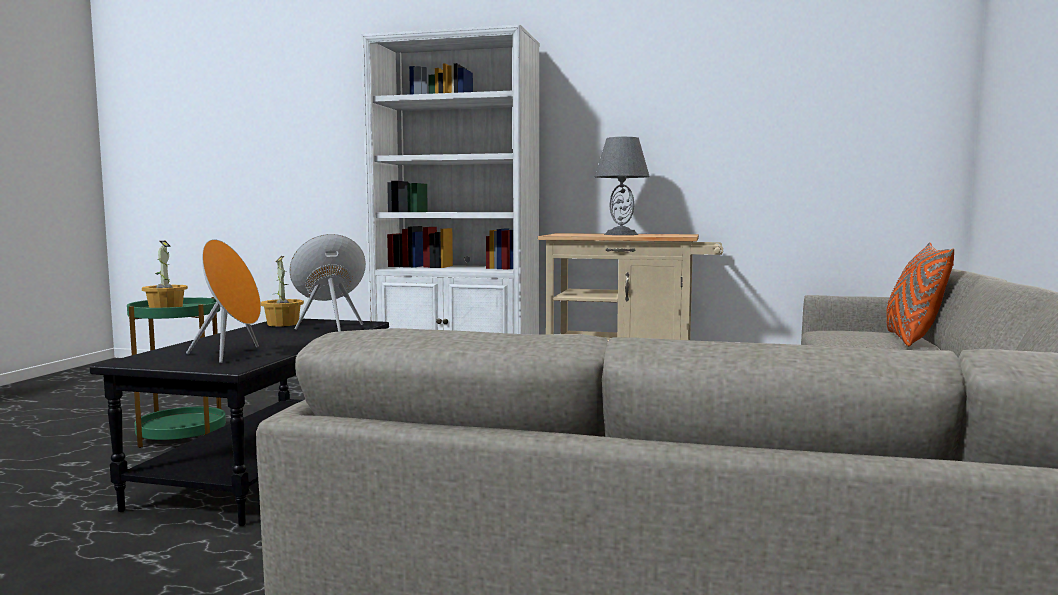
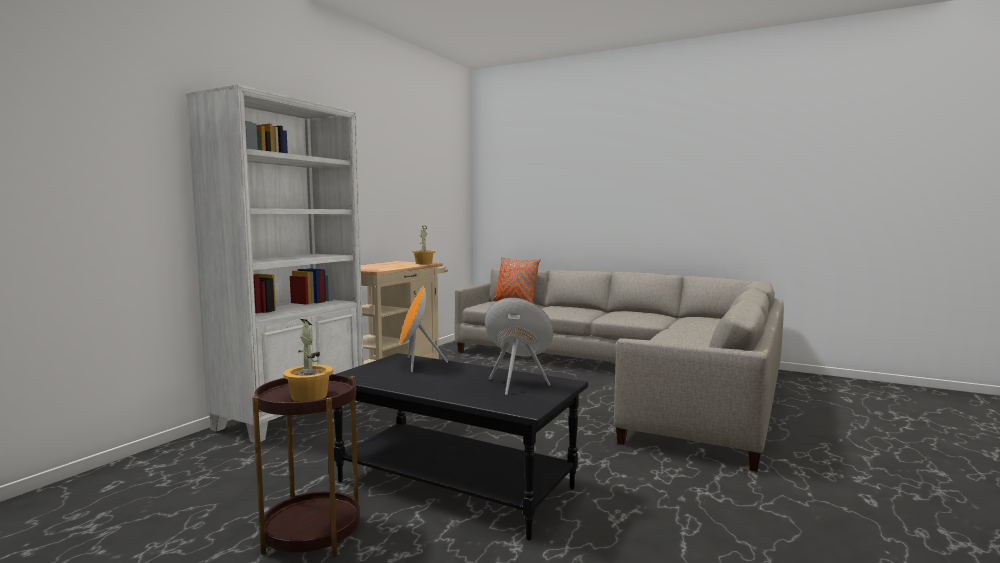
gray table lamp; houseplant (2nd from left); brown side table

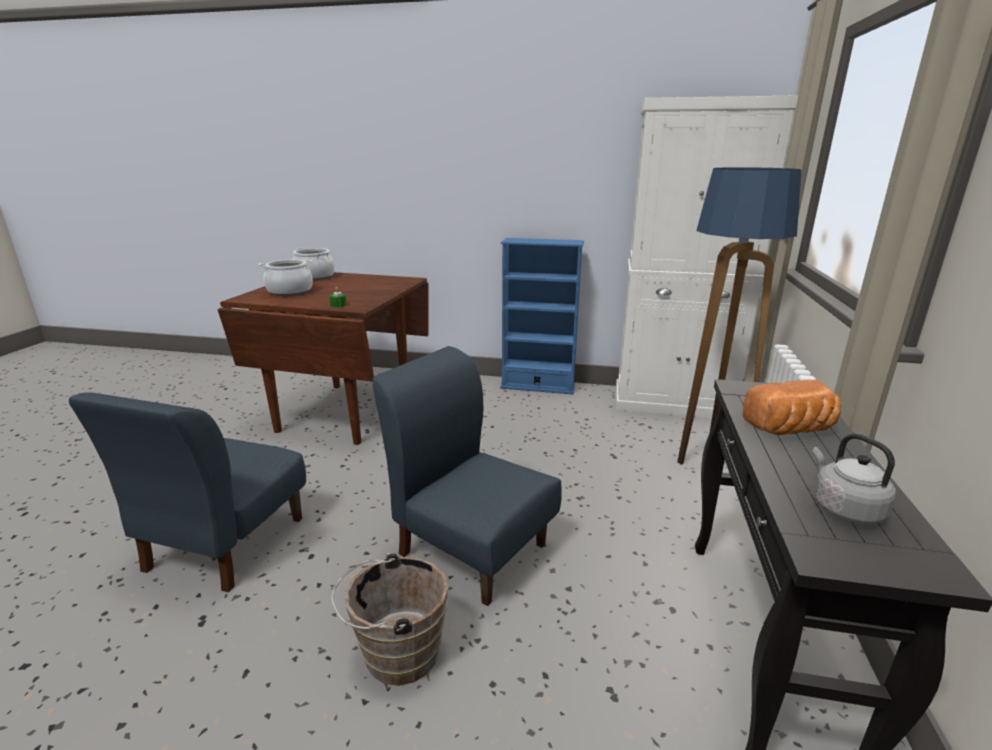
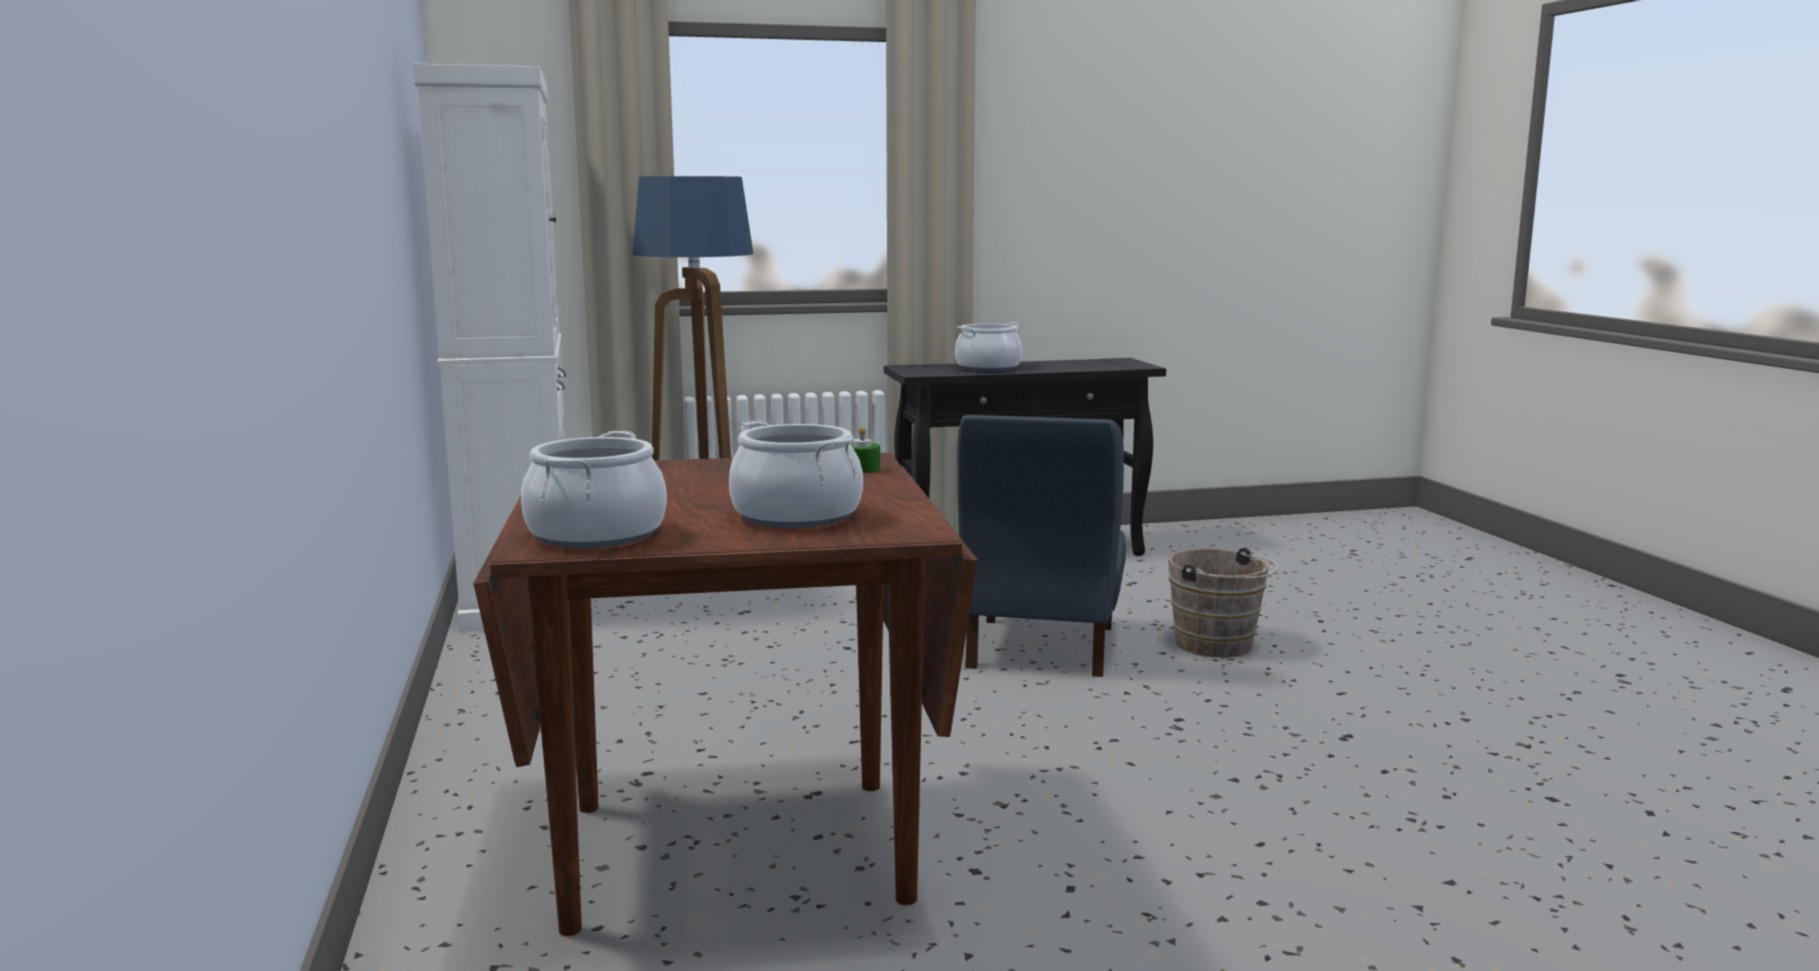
blue bookshelf; stockpot (3rd from left); blue upright chair (1st from left in the first image); gray tea kettle

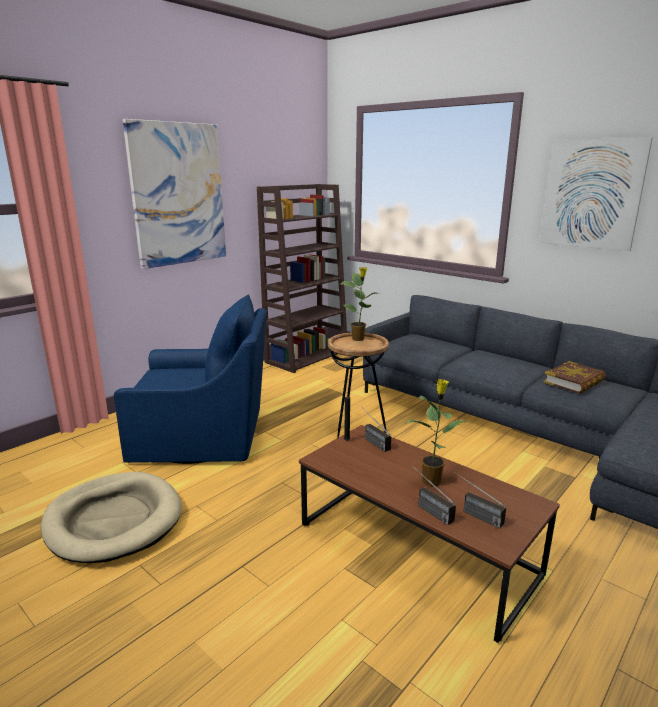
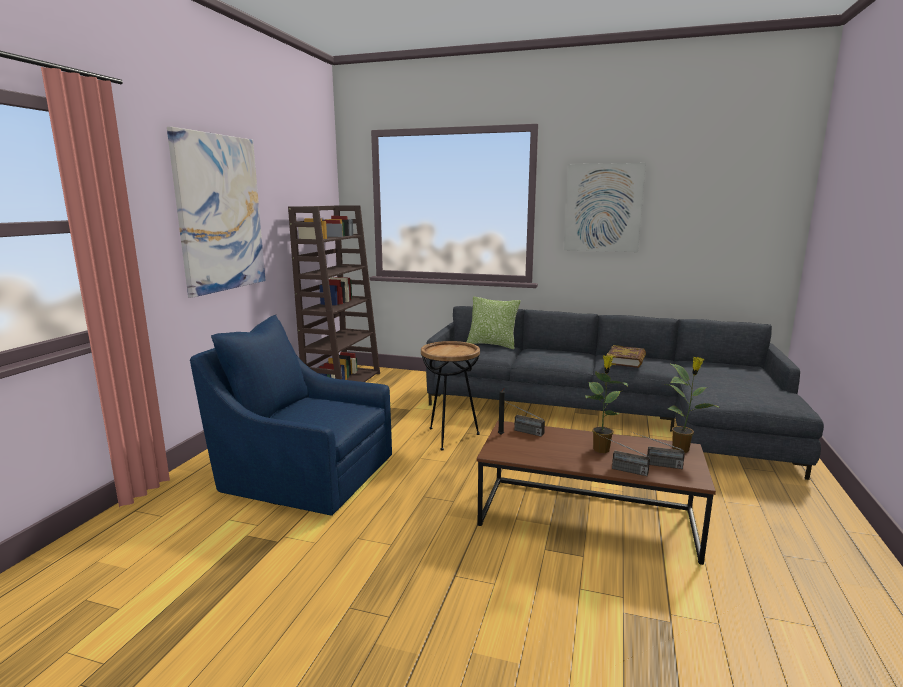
houseplant (2nd from left); blue lounge chair; beige dog bed; cushion

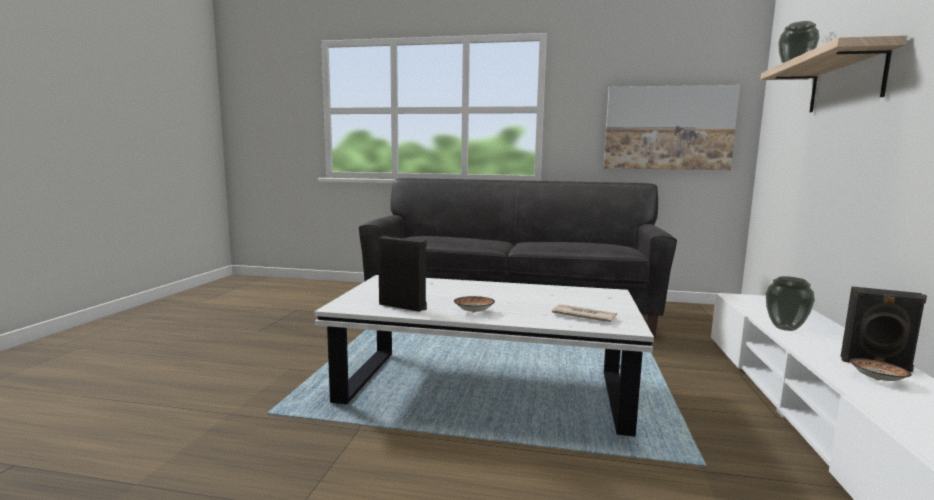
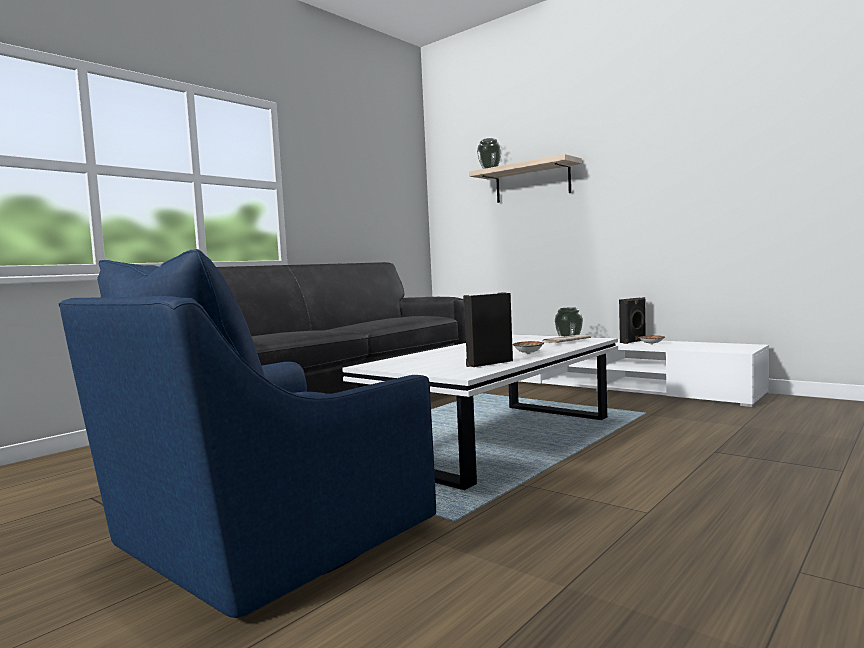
wall picture; blue lounge chair

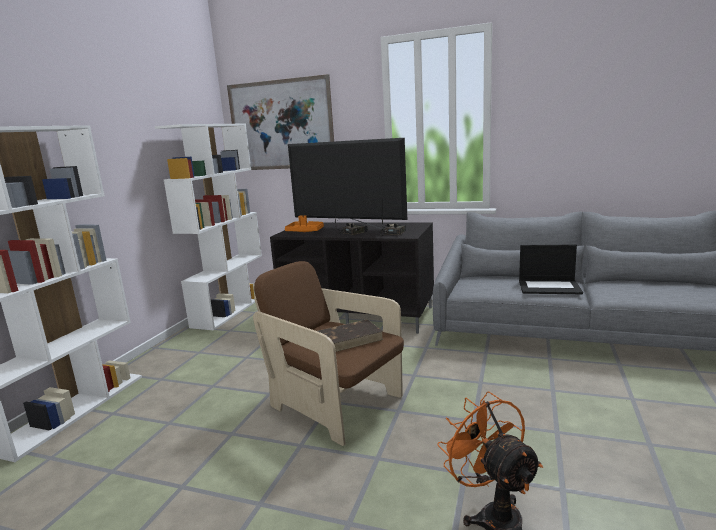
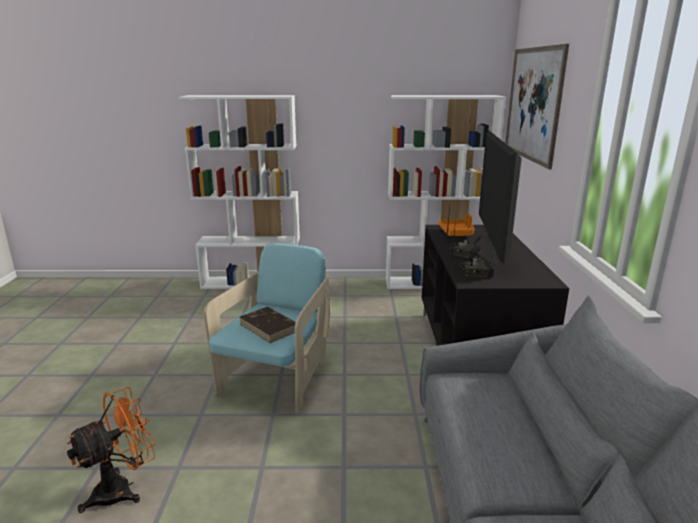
laptop; turquoise lounge chair

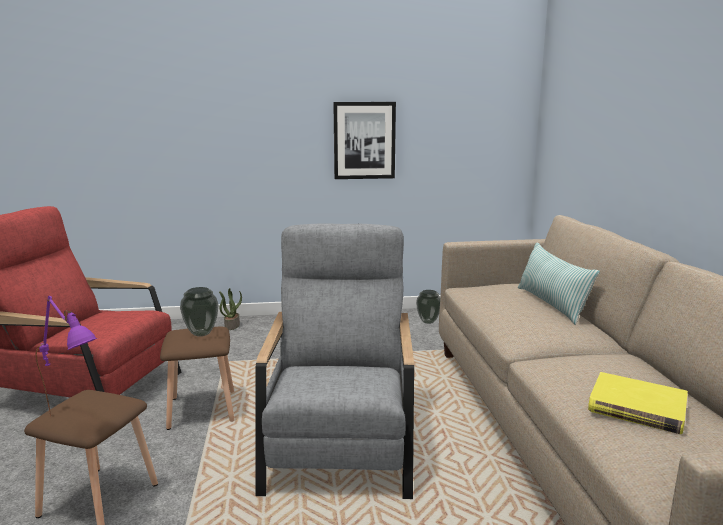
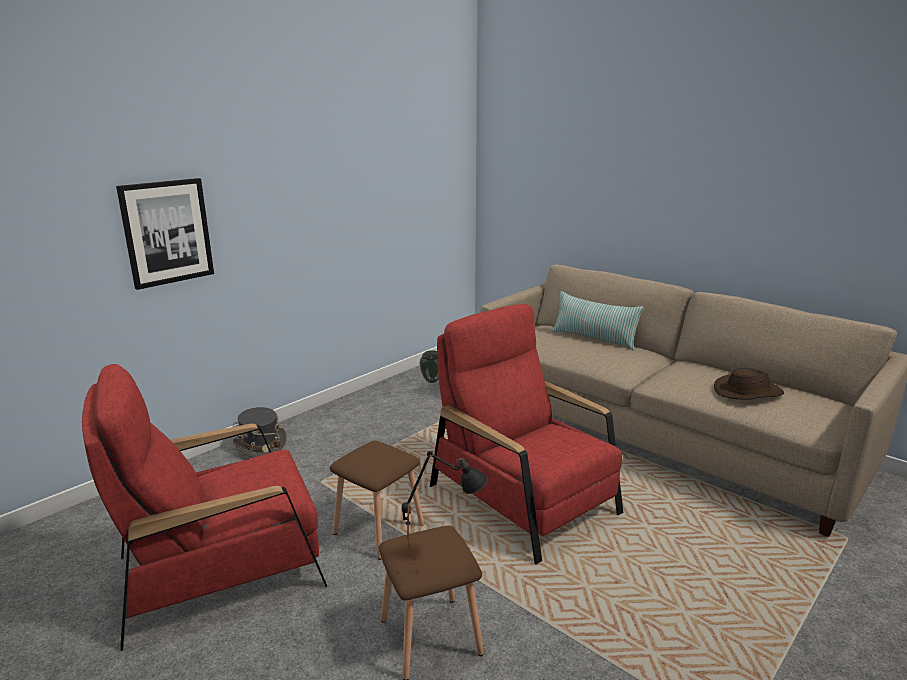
wall picture; red-coloured lounge chair (2nd from left); decorative vase (1st from left in the first image); gray clothing hat; black-coloured table lamp; brown clothing hat

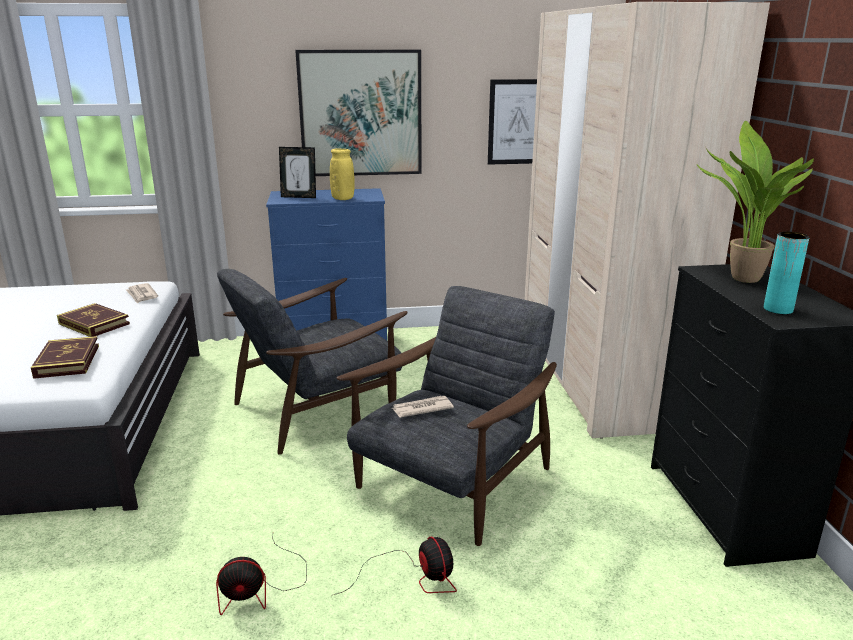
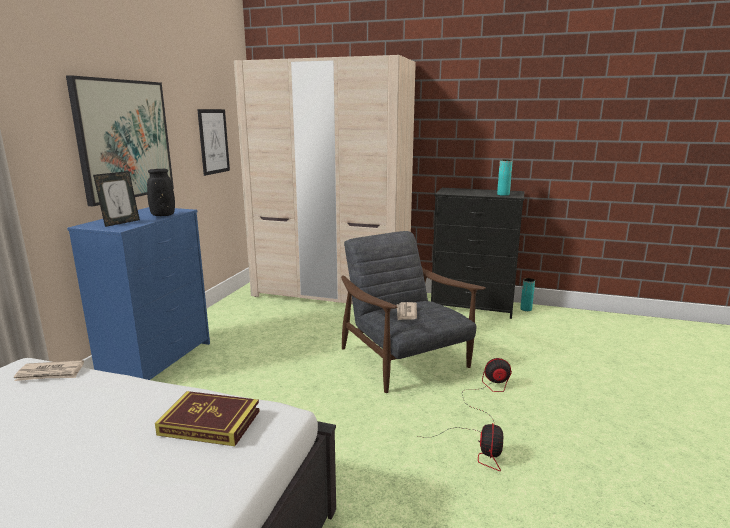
houseplant; black-coloured decorative vase; gray lounge chair (1st from left in the first image); bound book (2nd from left in the first image); turquoise decorative vase (2nd from left)

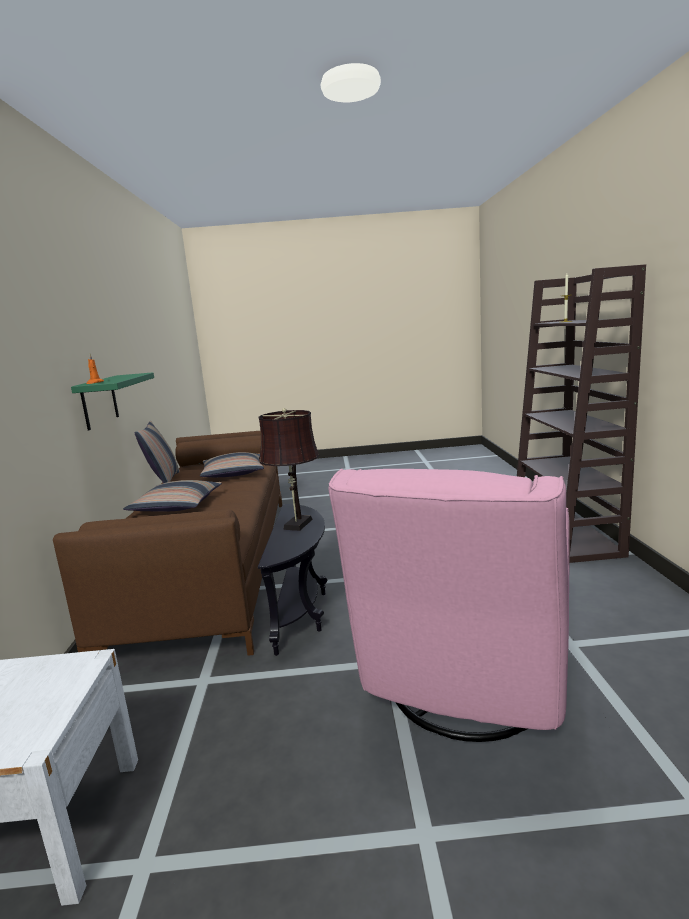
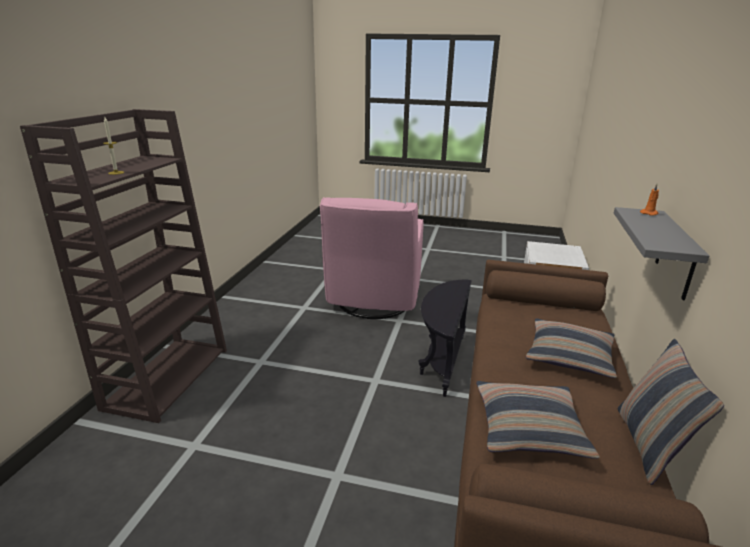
gray shelf; brown table lamp; pinkish lounge chair

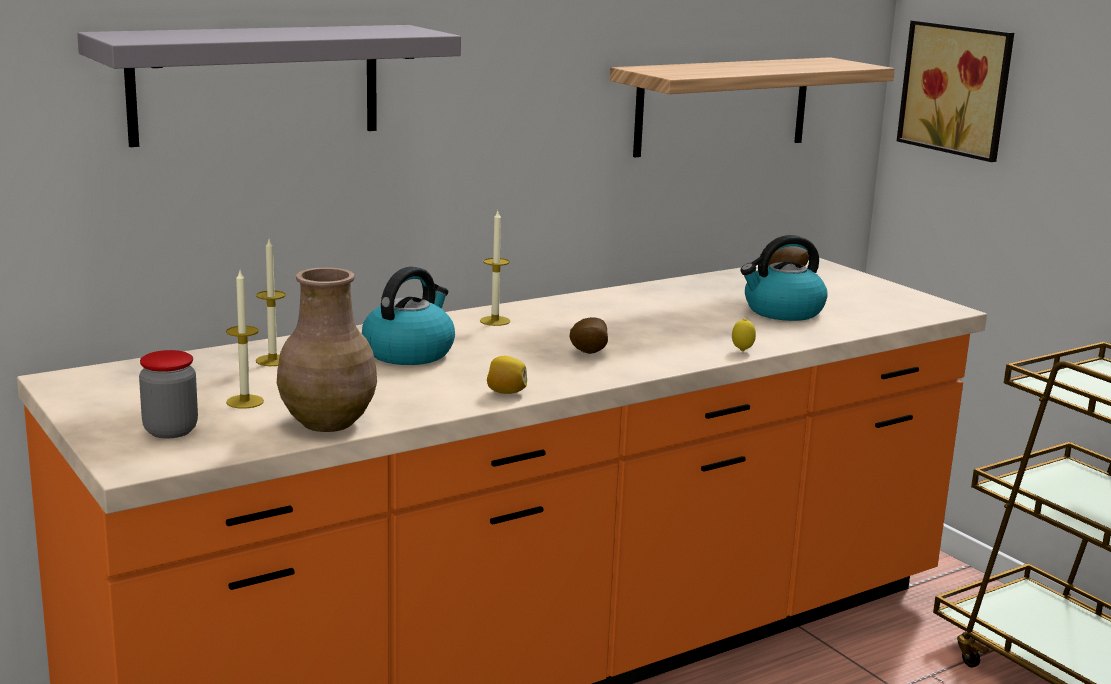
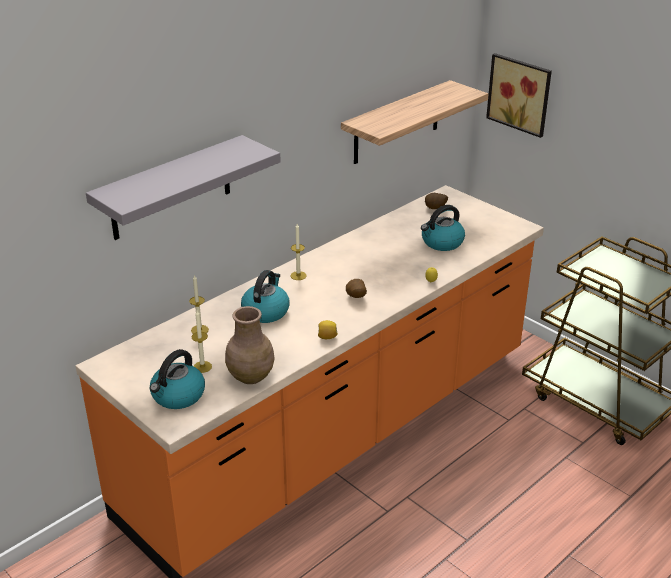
tea kettle (1st from left)

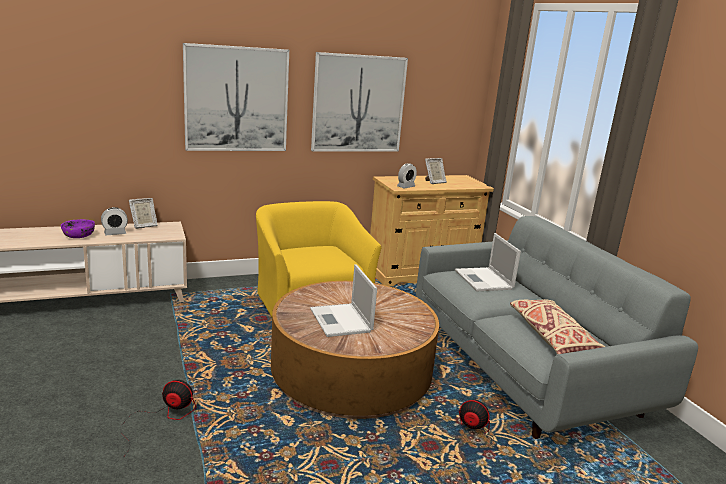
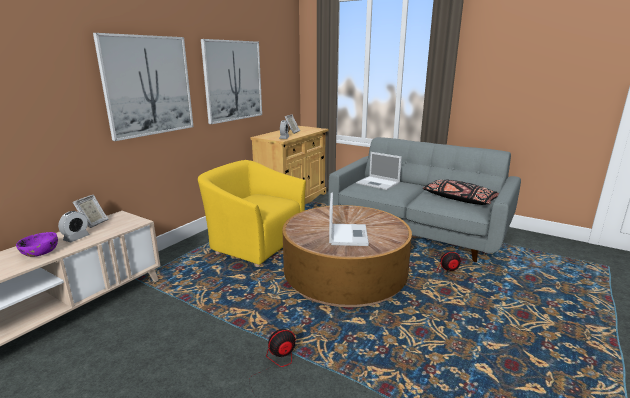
laptop (1st from left); black-coloured cushion

